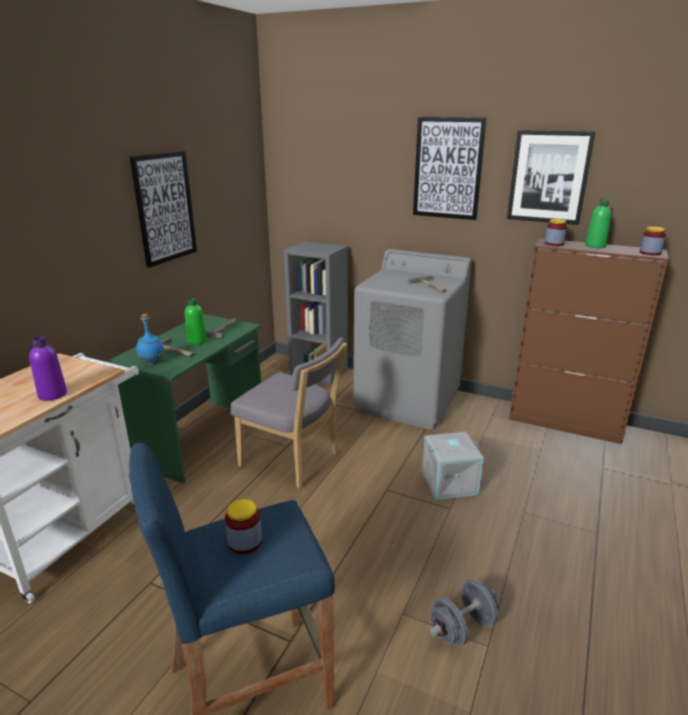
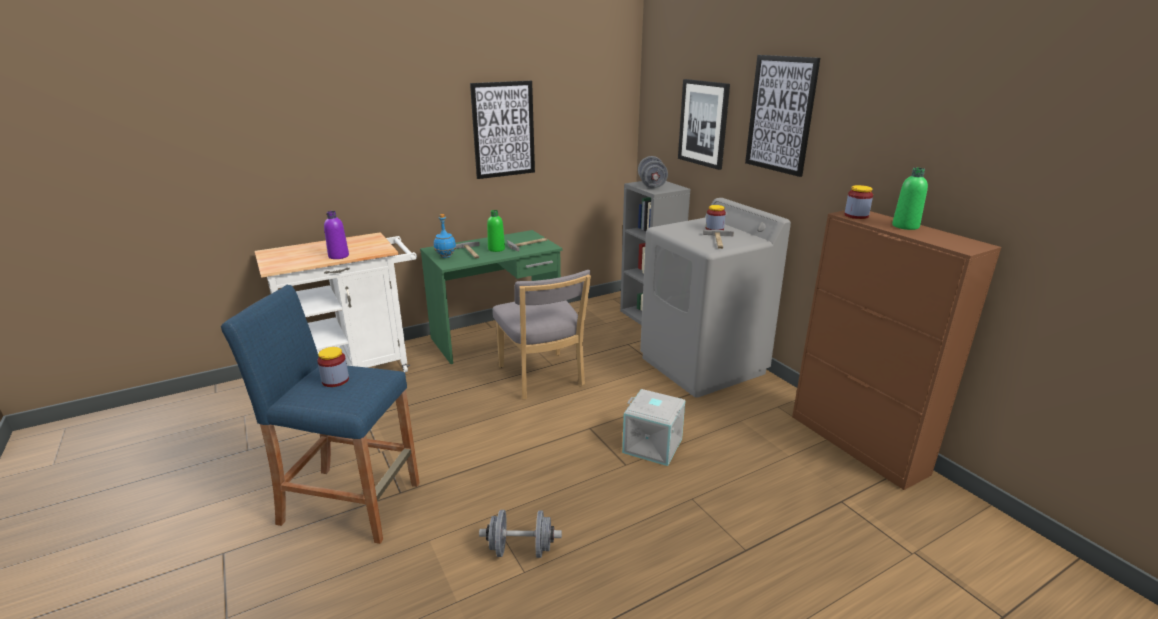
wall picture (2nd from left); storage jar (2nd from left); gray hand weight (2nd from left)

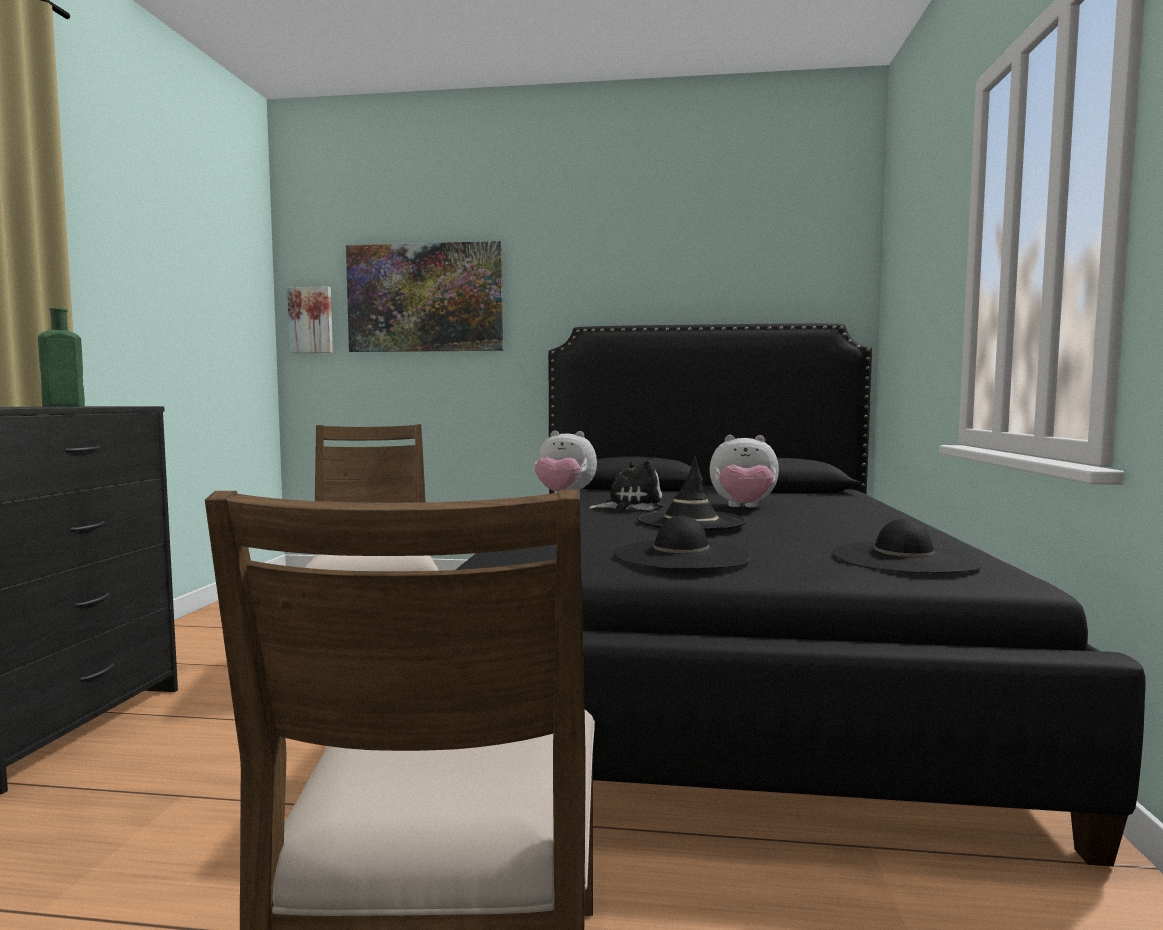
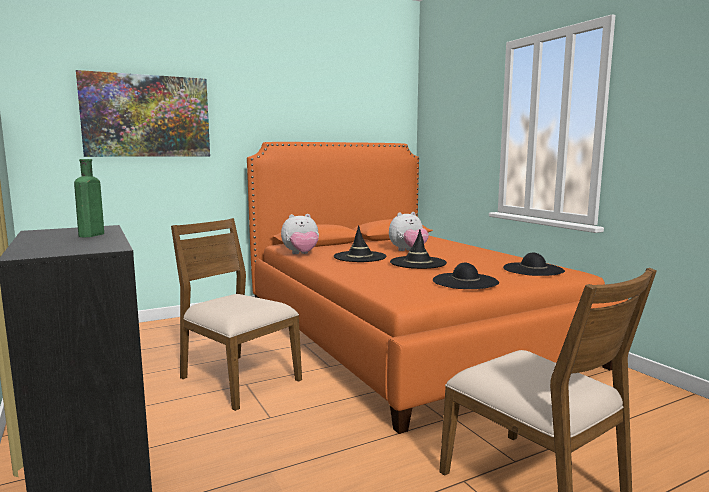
wall picture (1st from left in the first image); orange-coloured sleeping bed; black-coloured clothing hat (1st from left)

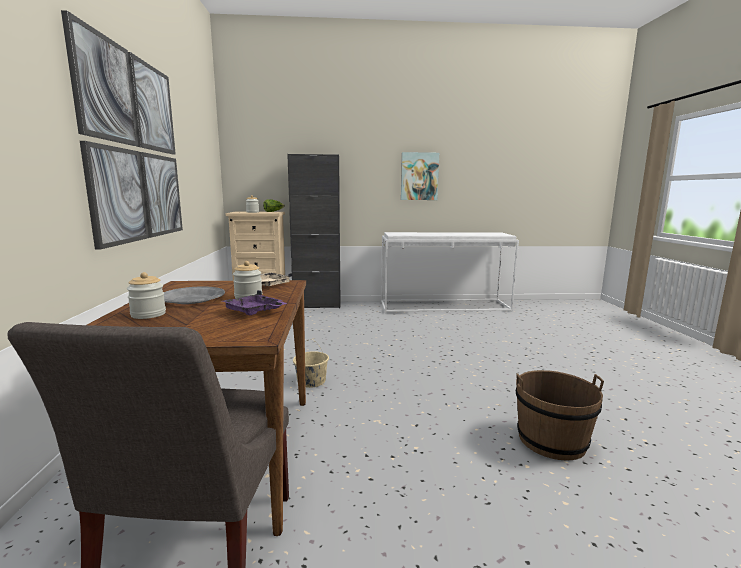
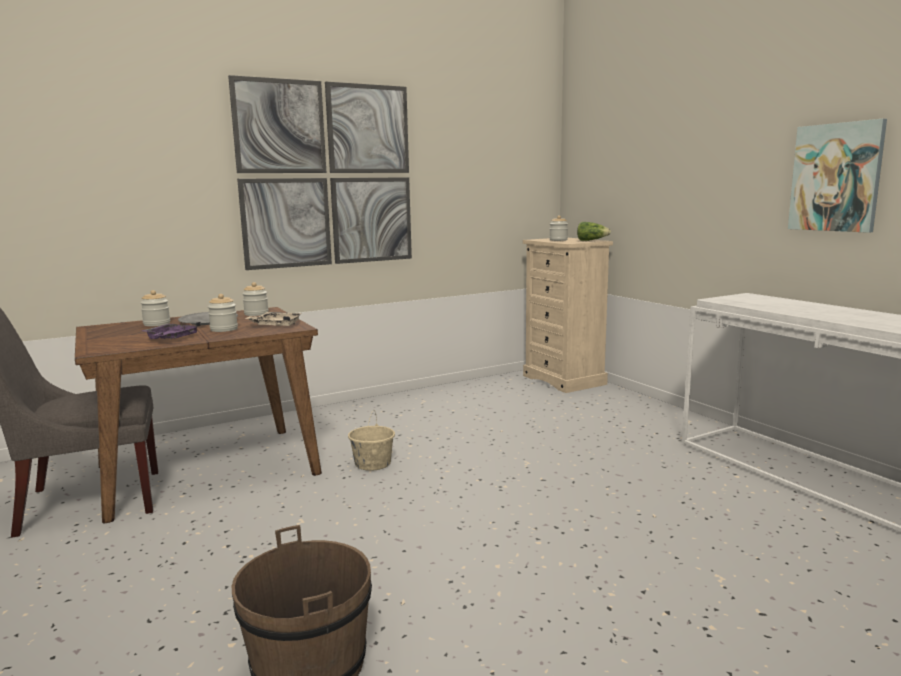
black-coloured cupboard; storage jar (3rd from left)

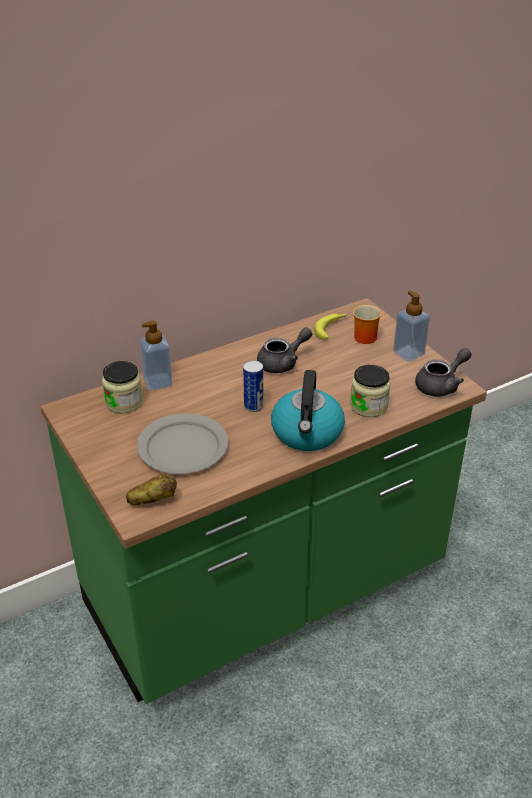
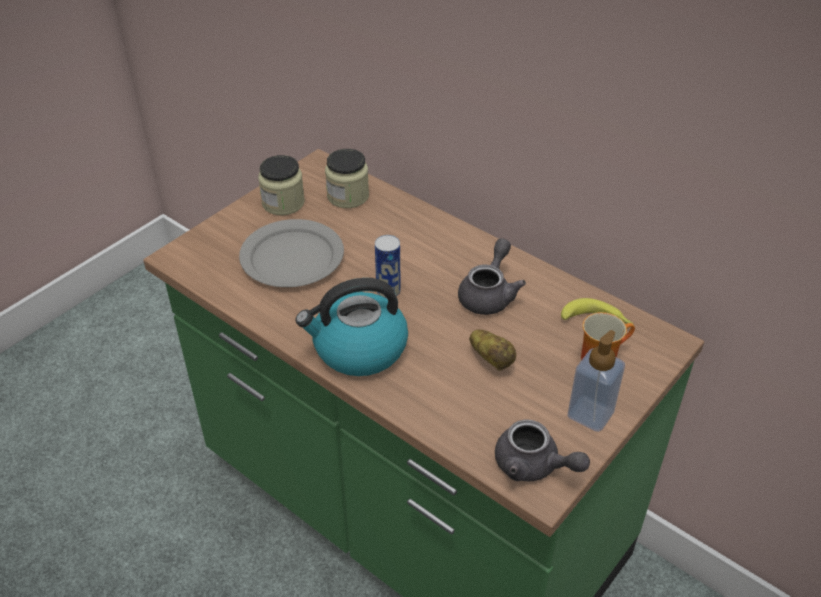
soap bottle (1st from left in the first image); gray tea pot (1st from left); storage jar (1st from left); whole potato

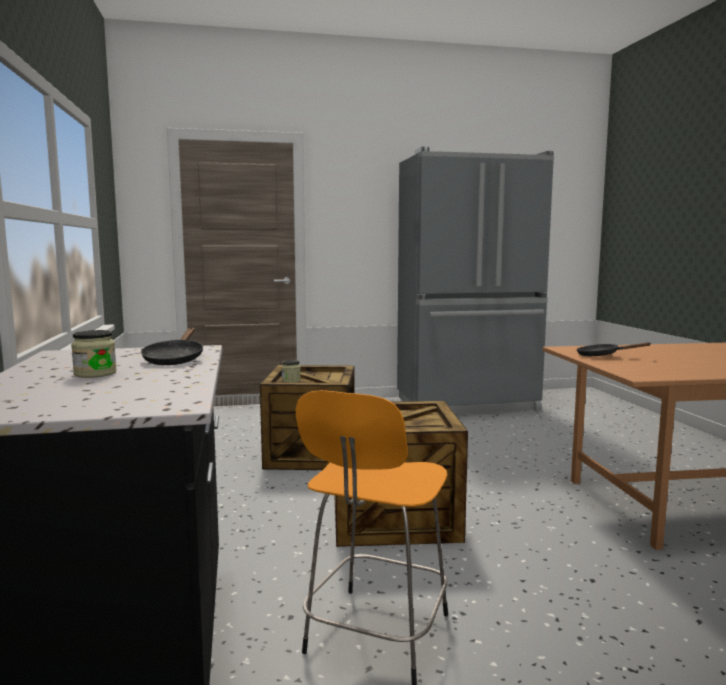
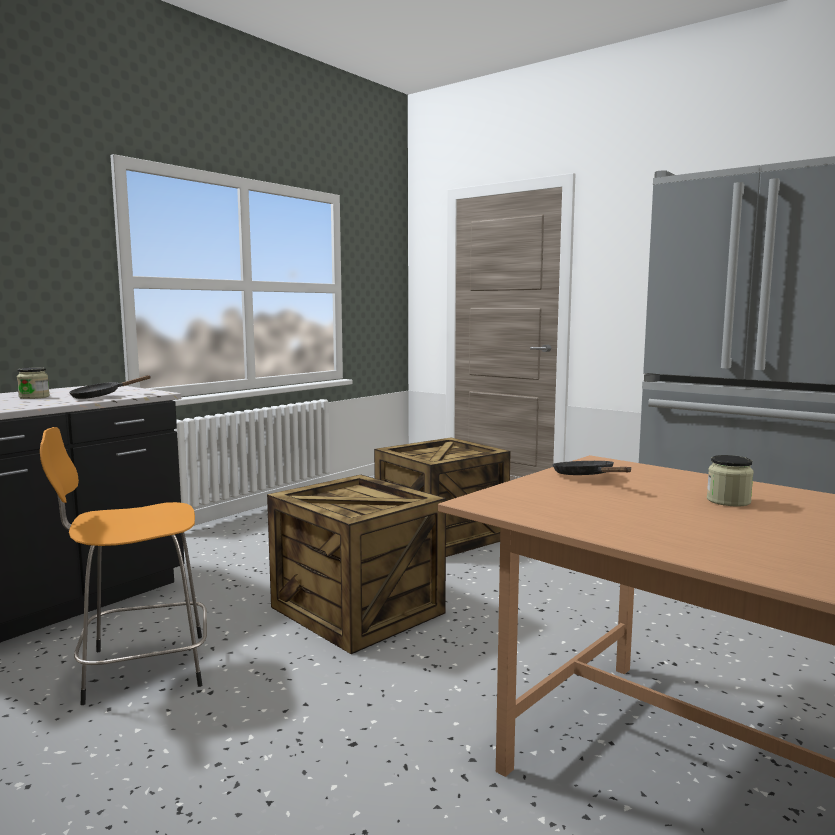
storage jar (2nd from left)

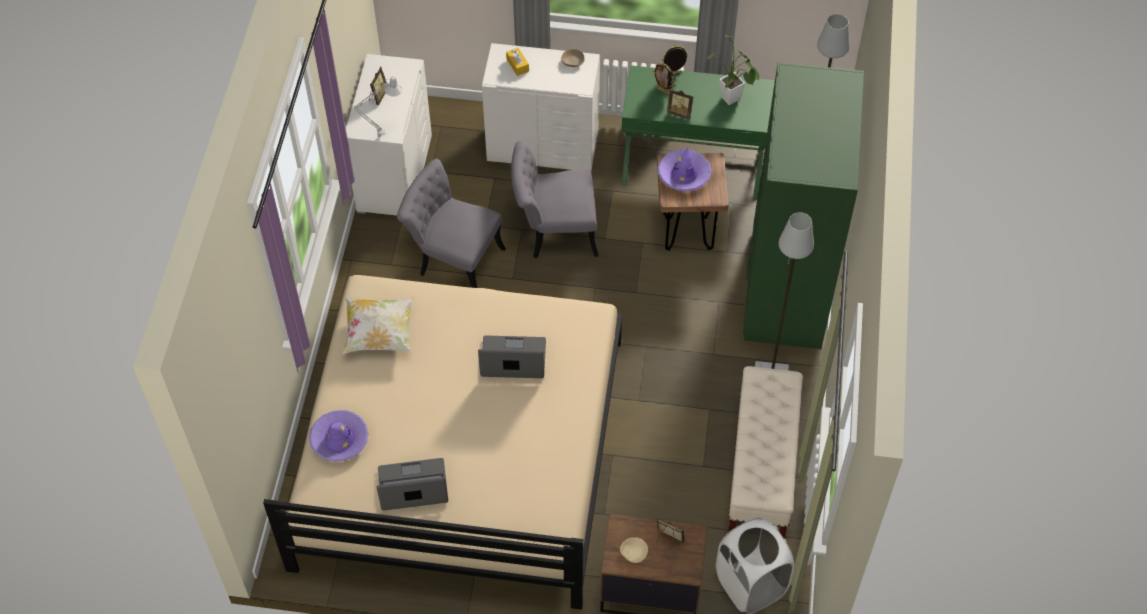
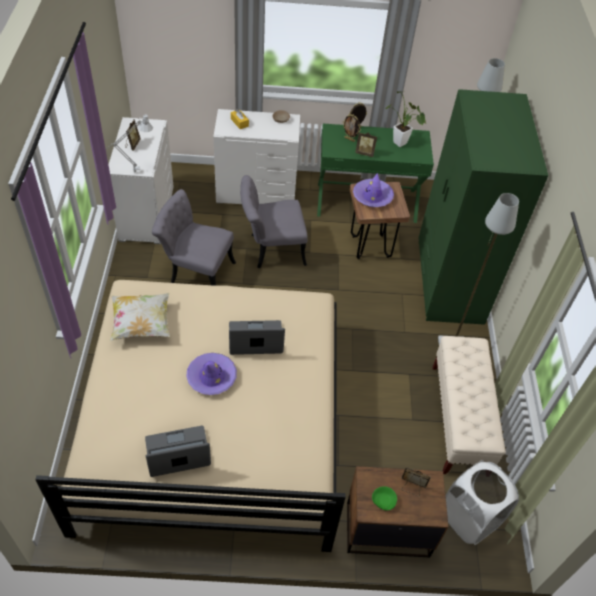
purple clothing hat (1st from left); green-coloured deep dish

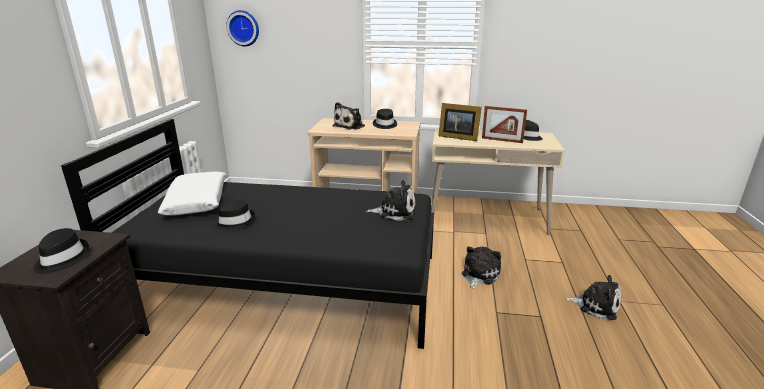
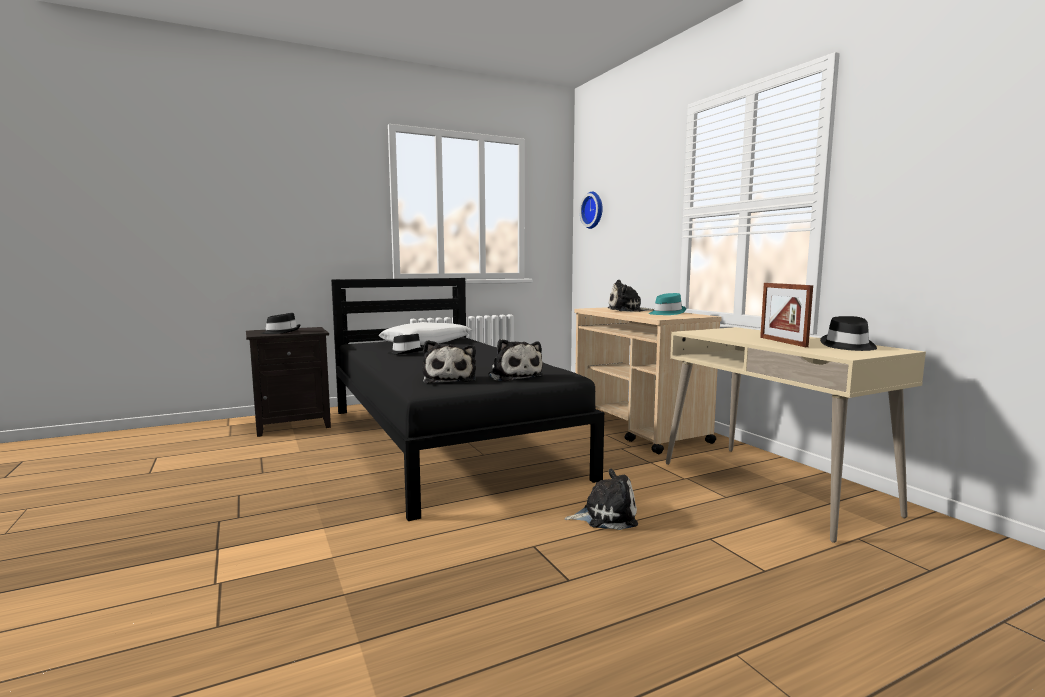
photo frame (1st from left in the first image); turquoise clothing hat; cuddly toy (1st from left)

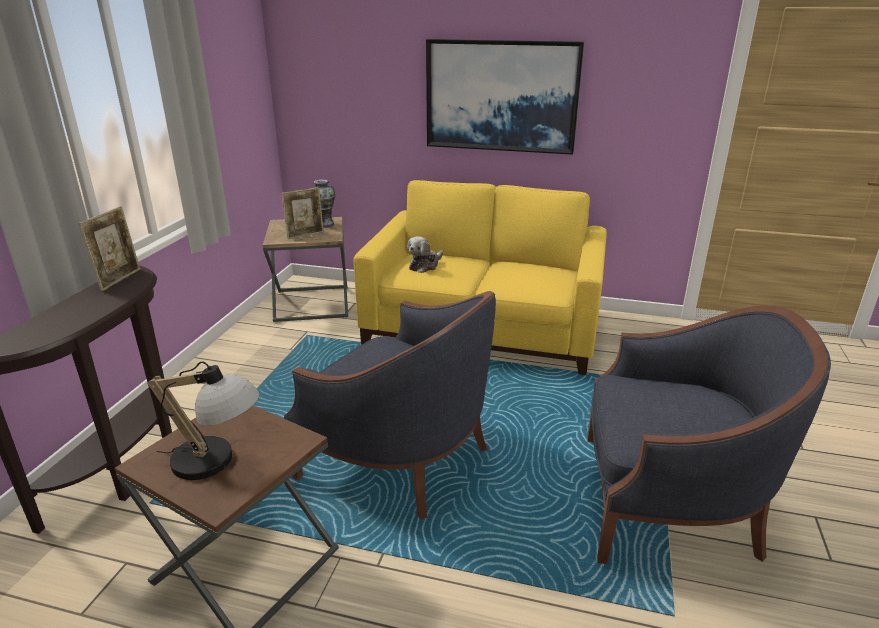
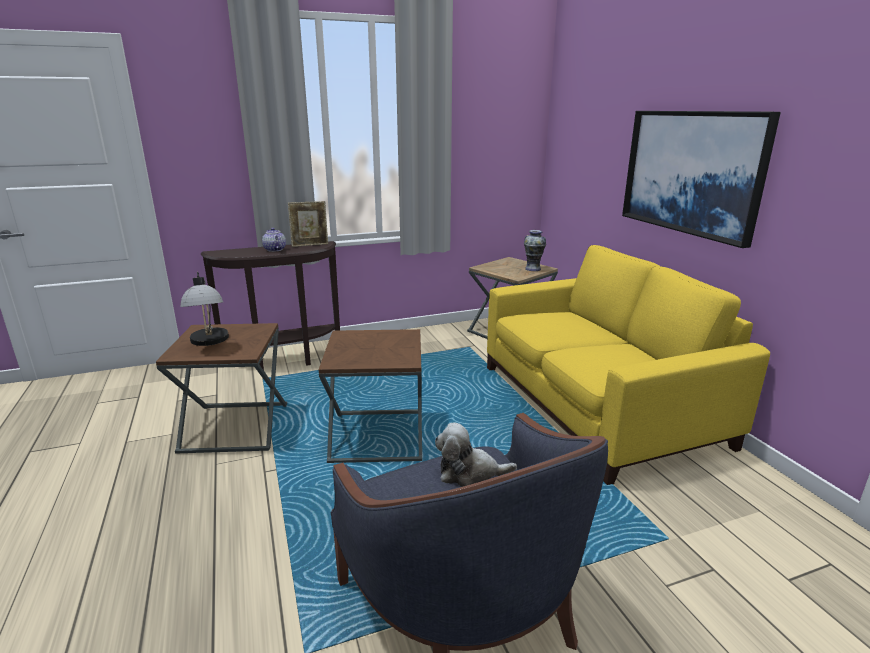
photo frame (2nd from left in the first image); cuddly toy; brown side table (2nd from left); tea pot

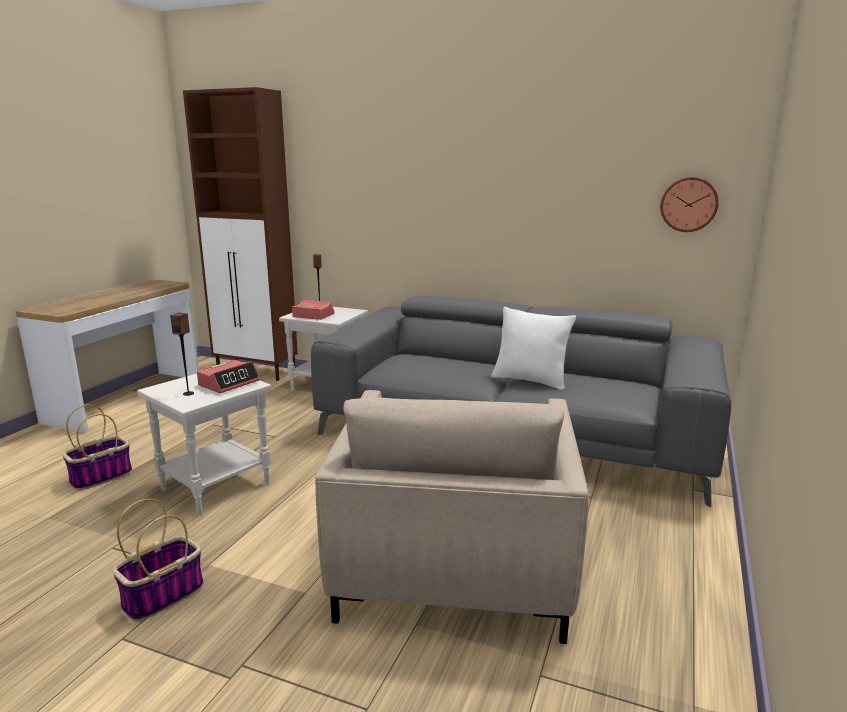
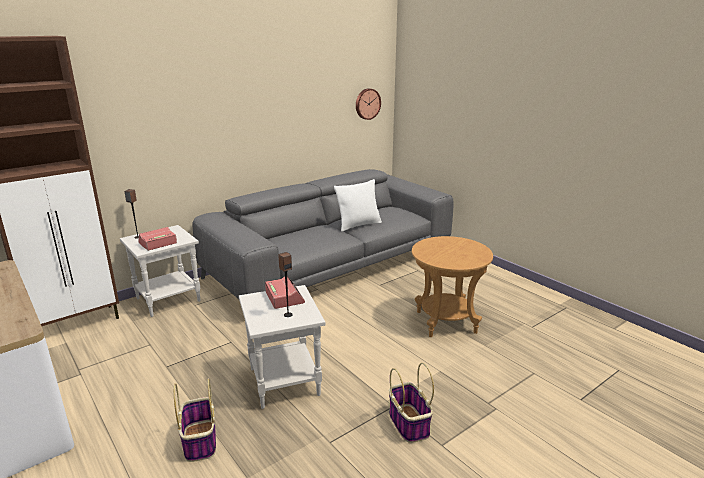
brown side table

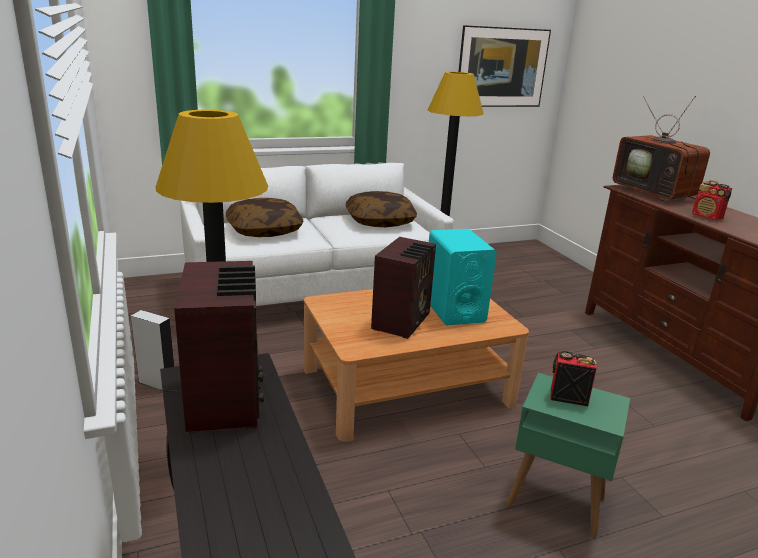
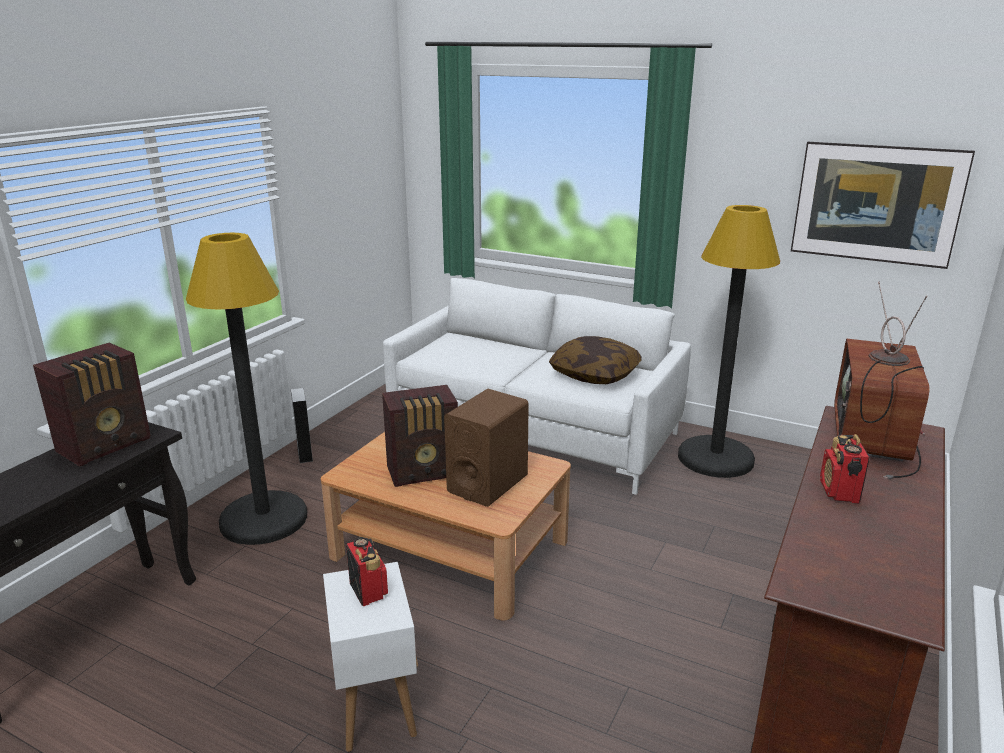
cushion (1st from left in the first image); brown speaker; white-coloured side table

